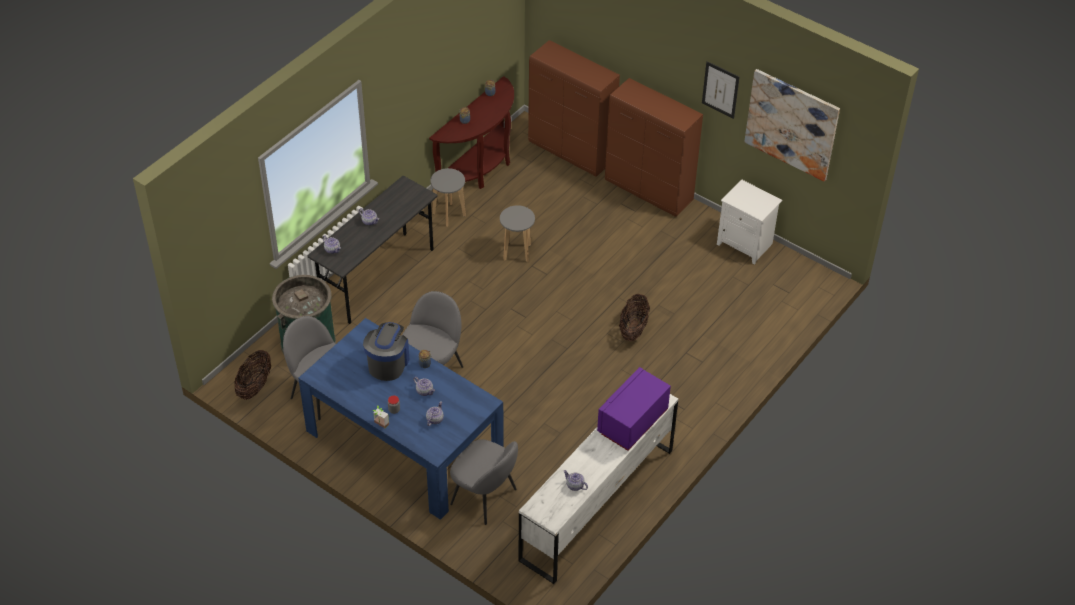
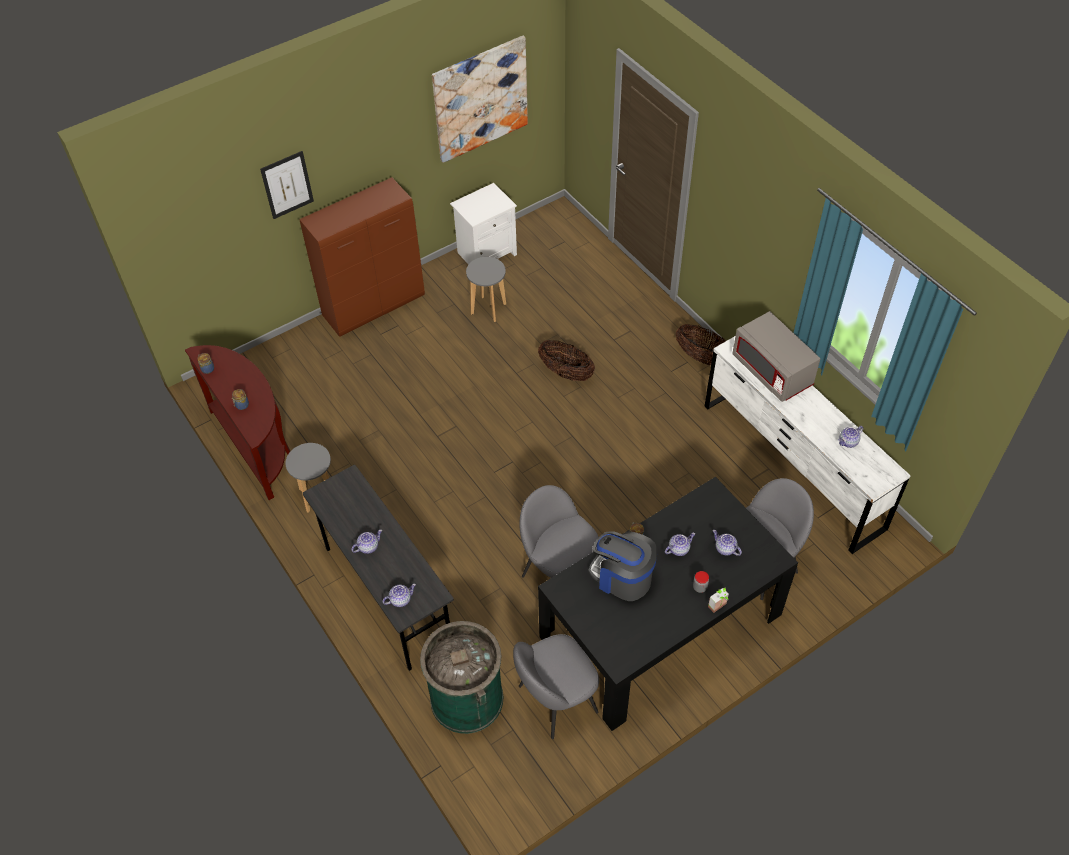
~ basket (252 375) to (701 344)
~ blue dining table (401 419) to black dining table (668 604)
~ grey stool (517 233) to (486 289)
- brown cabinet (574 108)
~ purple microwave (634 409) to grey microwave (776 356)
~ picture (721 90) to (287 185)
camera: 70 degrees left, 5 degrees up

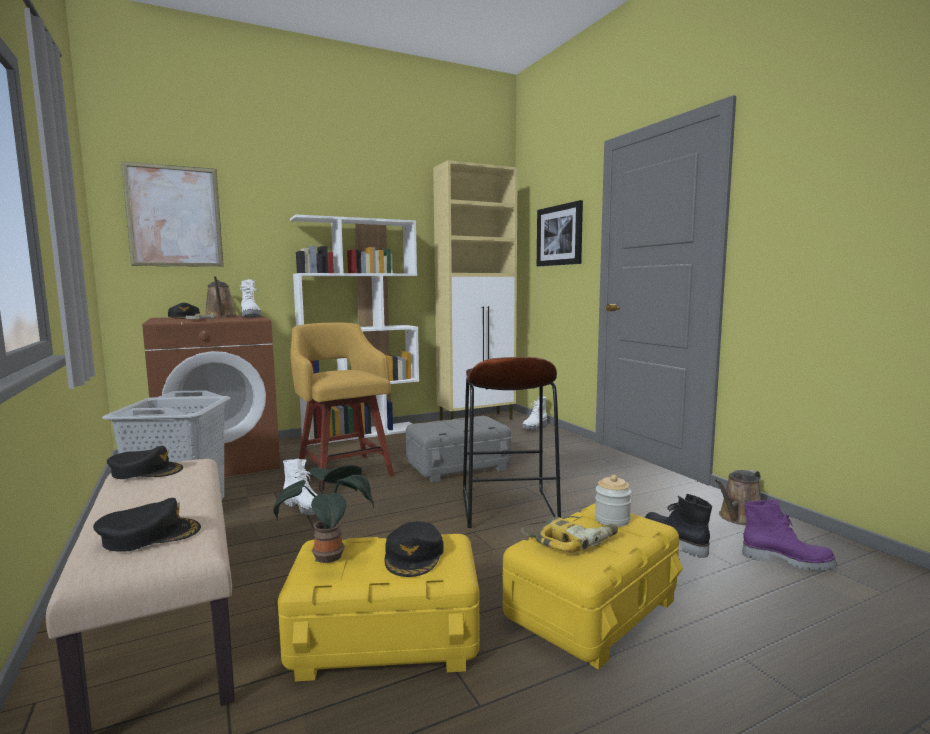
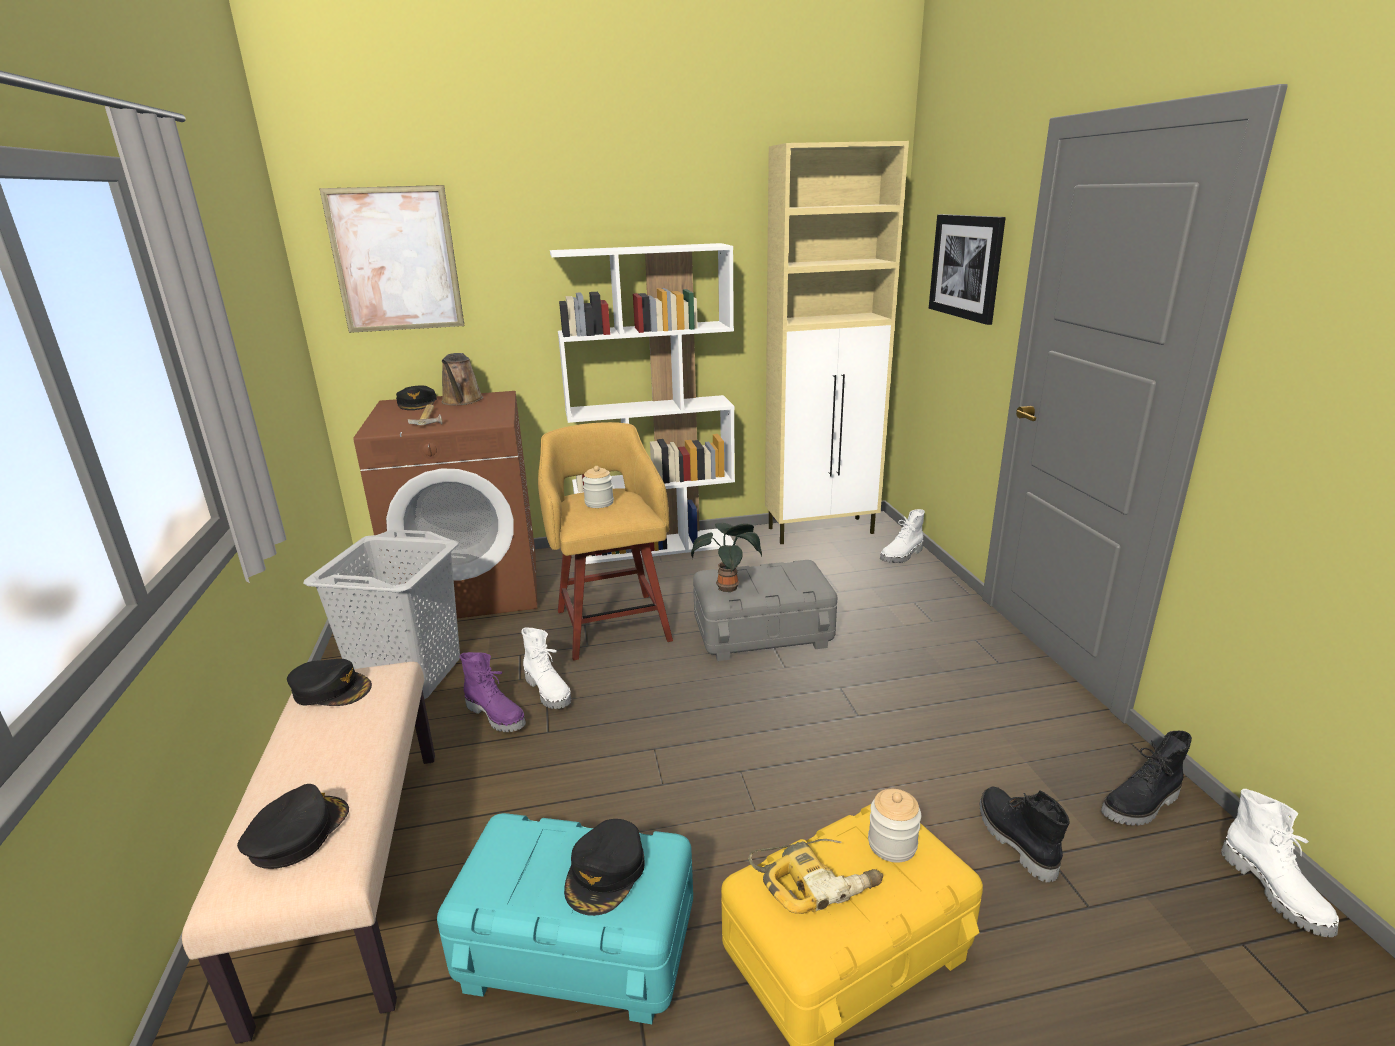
~ black cap (147 525) = (293 826) 60 degrees counterclockwise
~ white boot (250 298) to (1280 863)
~ potted plant (323 513) to (726 557)
~ yellow storage box (379 607) to turquoise storage box (565 918)
- brown stool (512 442)
~ brown watering can (738 497) to black boot (1146 778)
~ purple boot (789 535) to (493 692)
+ jar (598 487)
camera: 15 degrees right, 15 degrees up

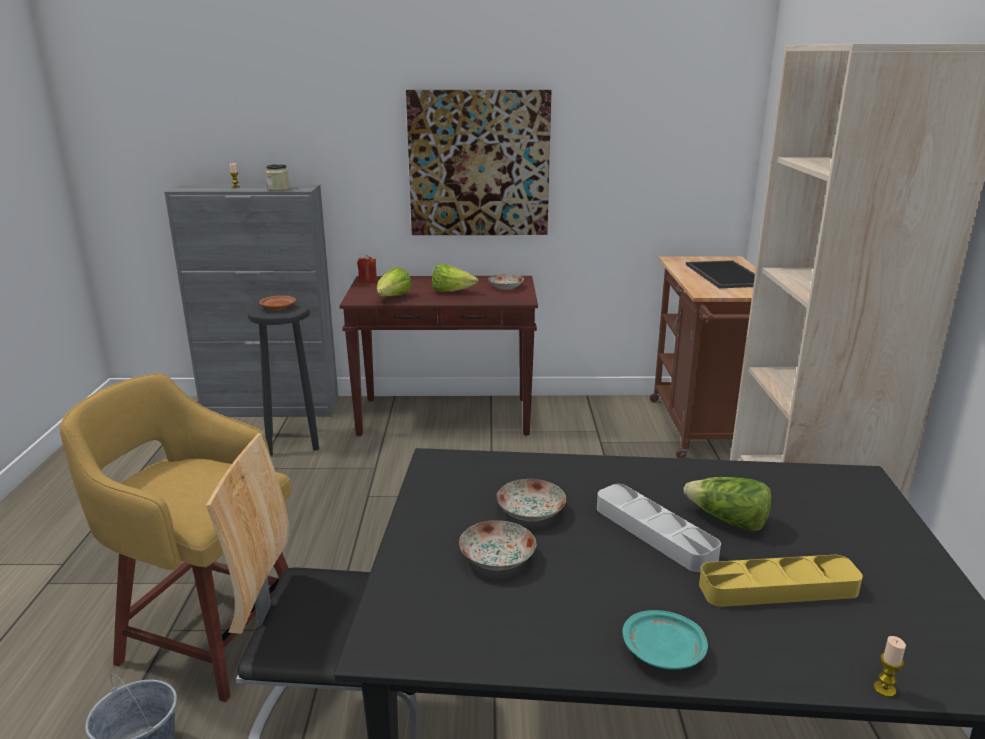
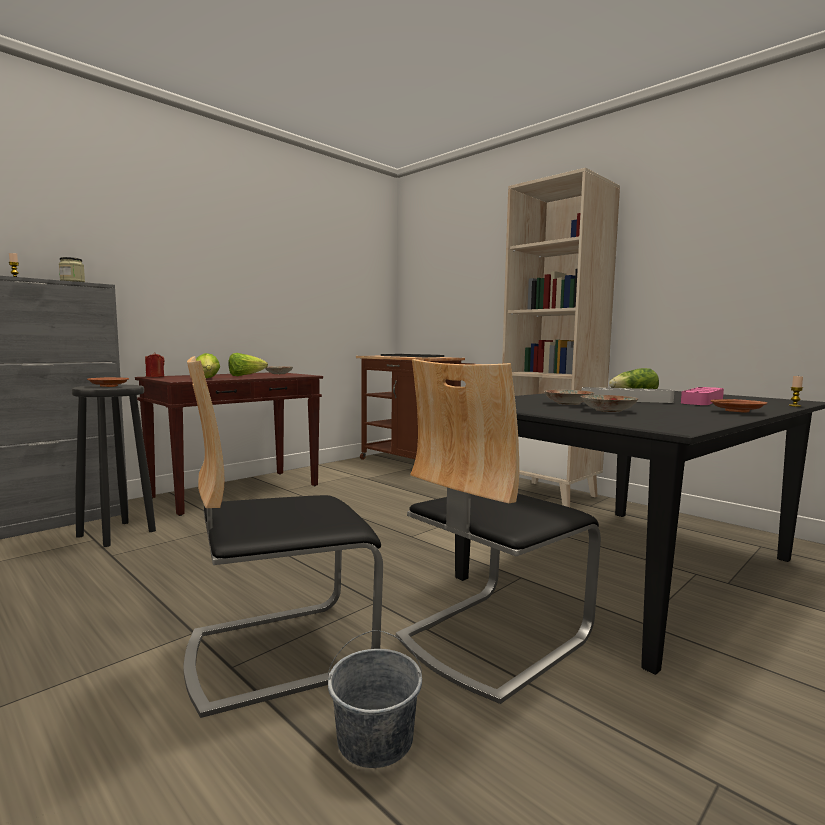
~ yellow stool (175 537) to chair (283 537)
- picture (478 162)
~ turquoise plate (665 639) to brown plate (739 406)
~ yellow tray (781 581) to pink tray (702 396)
camera: 45 degrees left, 15 degrees down

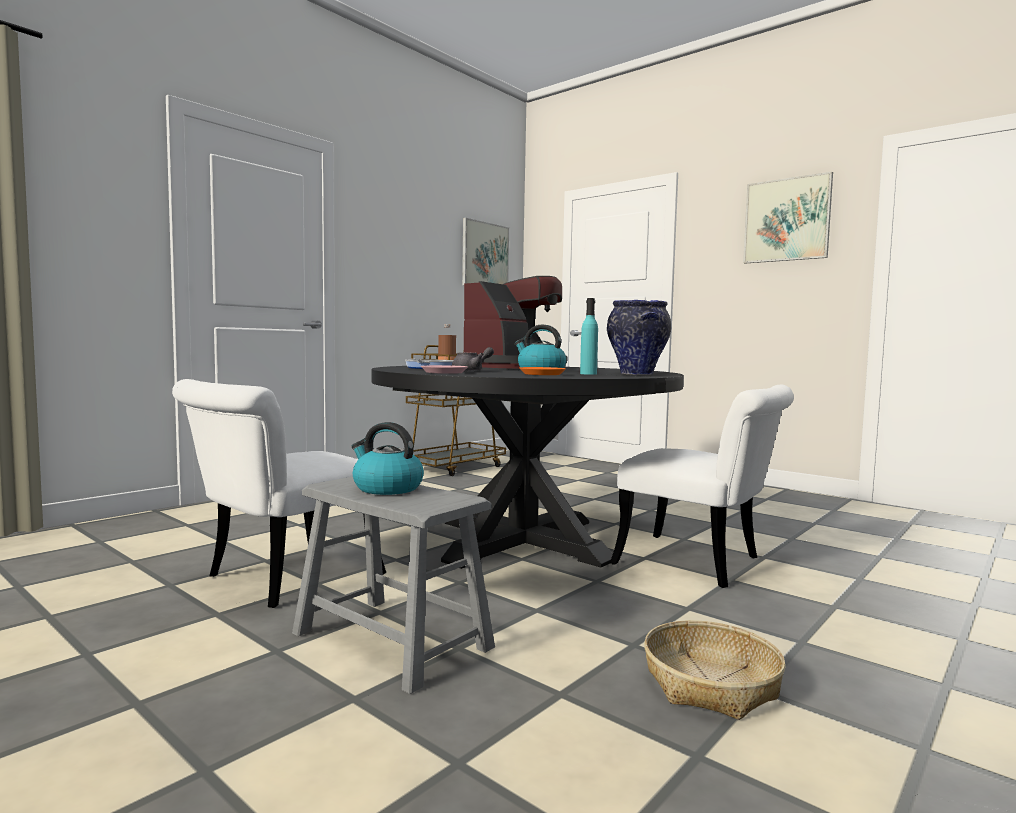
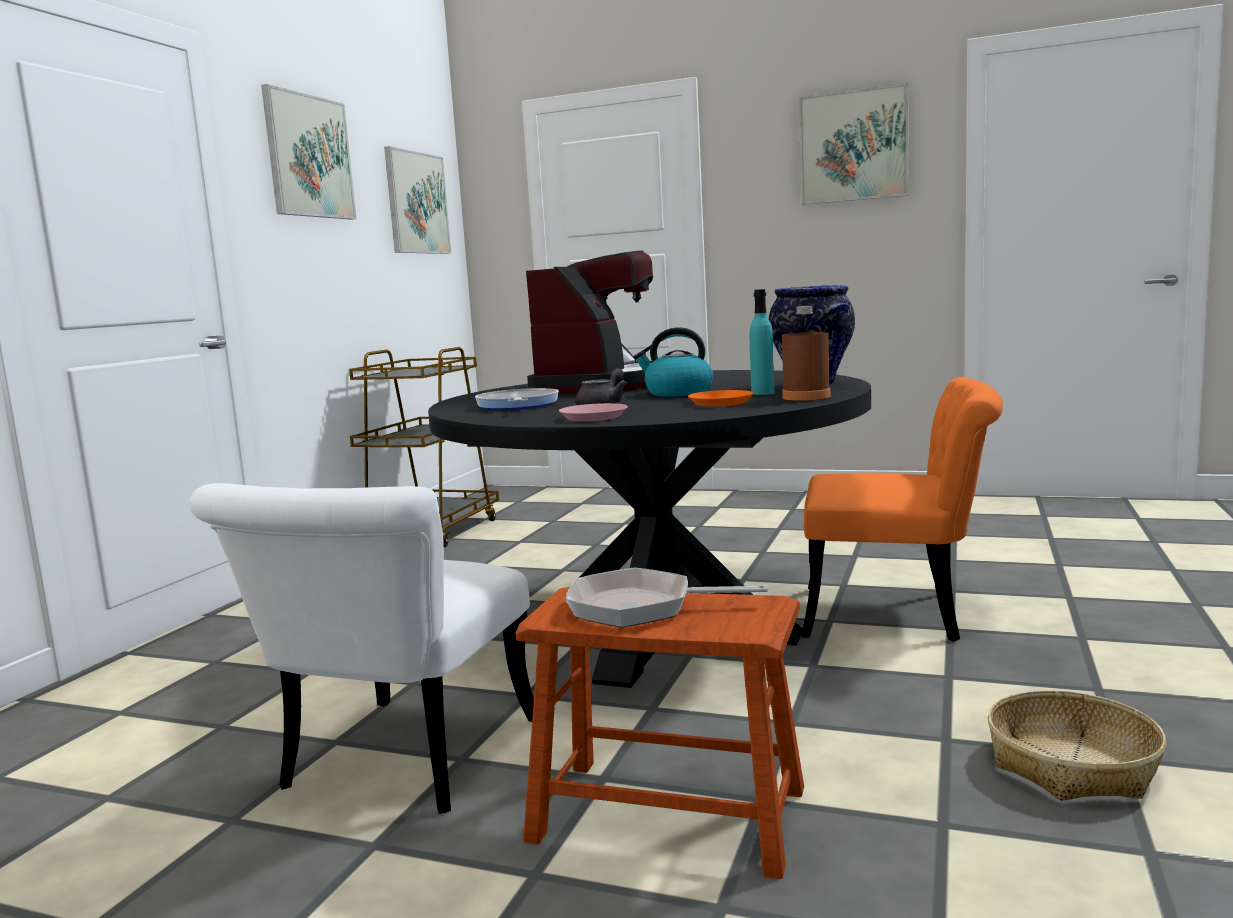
~ grey stool (393 585) to brown stool (659 733)
~ kettle (388 458) to frying pan (667 597)
~ brown bottle (447 342) to (806 353)
~ white chair (702 486) to orange chair (902 509)
+ picture (308 152)
camera: 20 degrees left, 5 degrees up

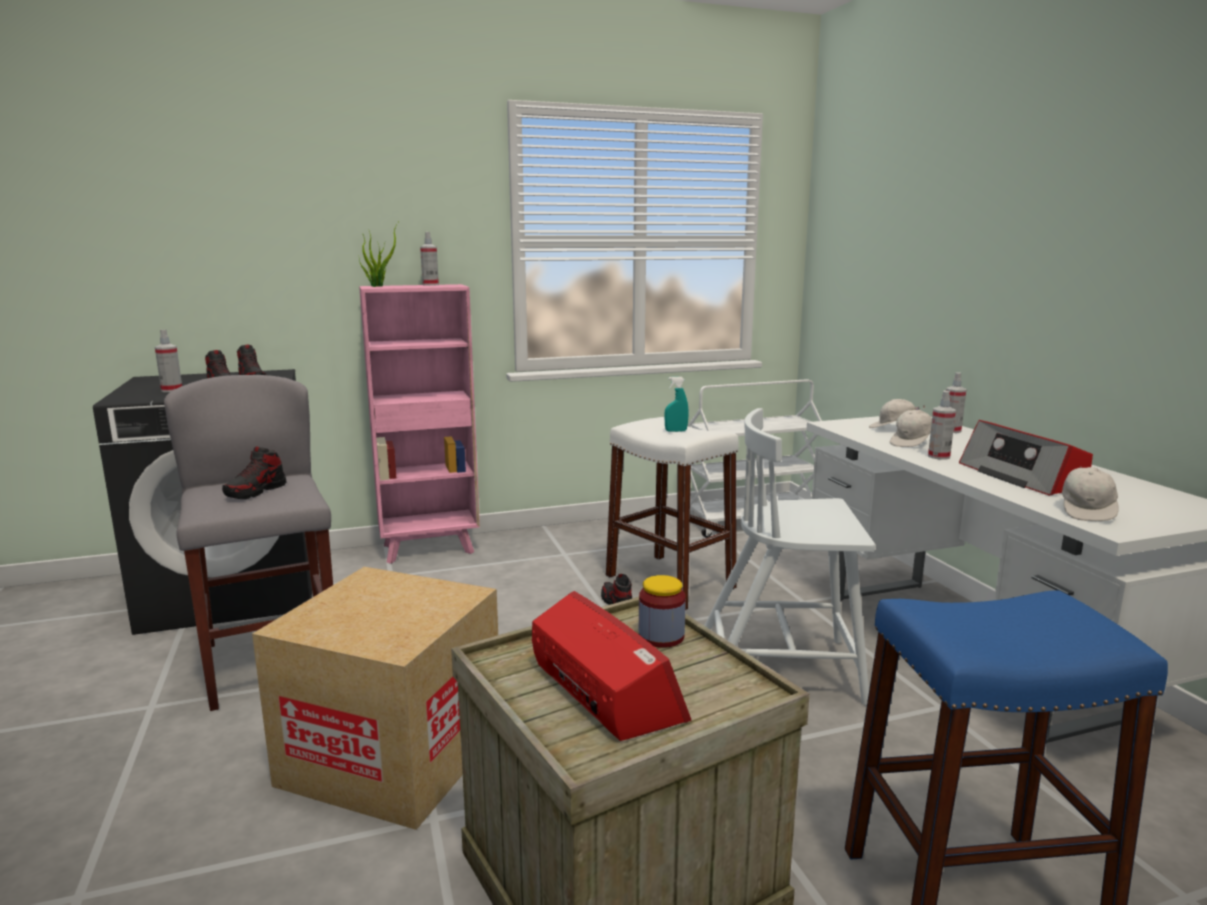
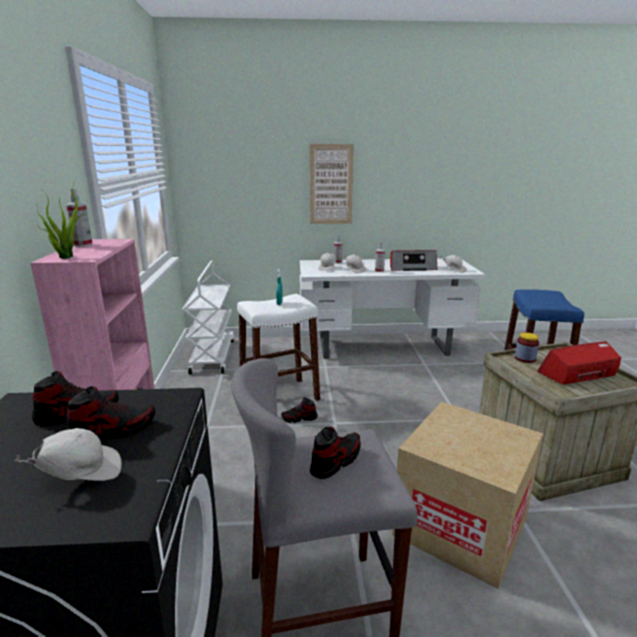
~ spray bottle (168 361) to white cap (68 454)
~ shoe (254 472) = (335 452) 90 degrees counterclockwise
- white chair (789 557)
+ picture (332 184)
camera: 75 degrees left, 5 degrees up

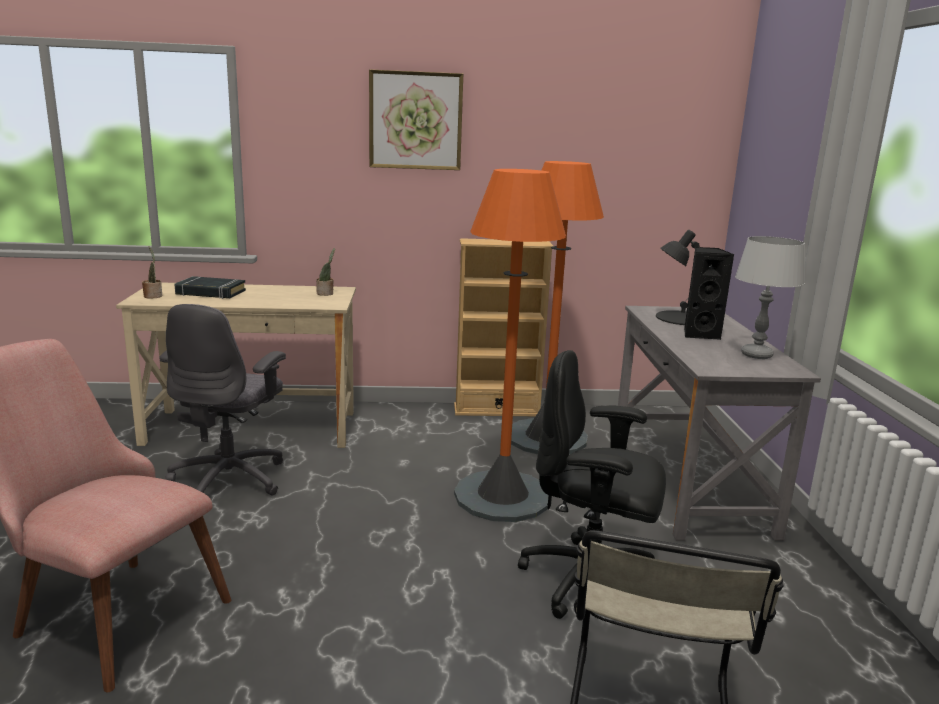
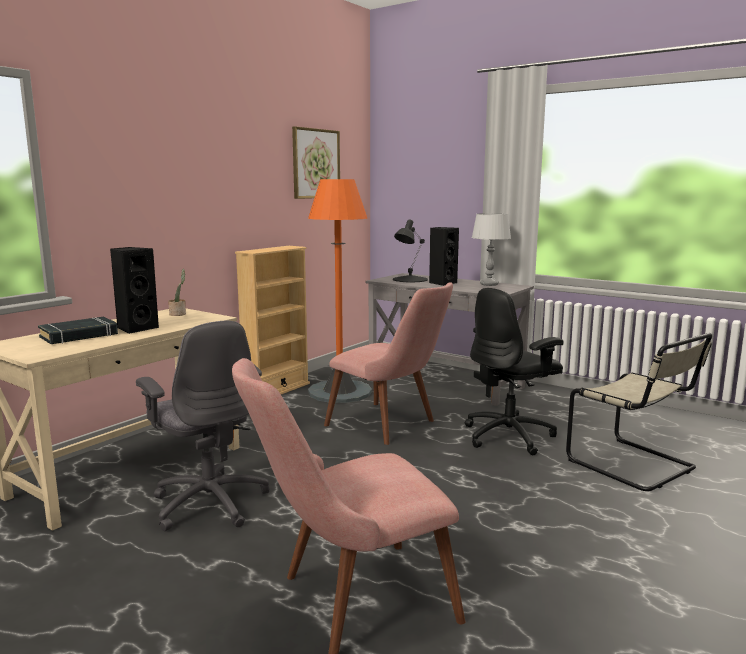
- potted plant (152 272)
~ picture (416 119) to (316 162)
~ orange floor lamp (510 345) to pink chair (388 363)
+ black speaker (134 290)
camera: 50 degrees left, 5 degrees down

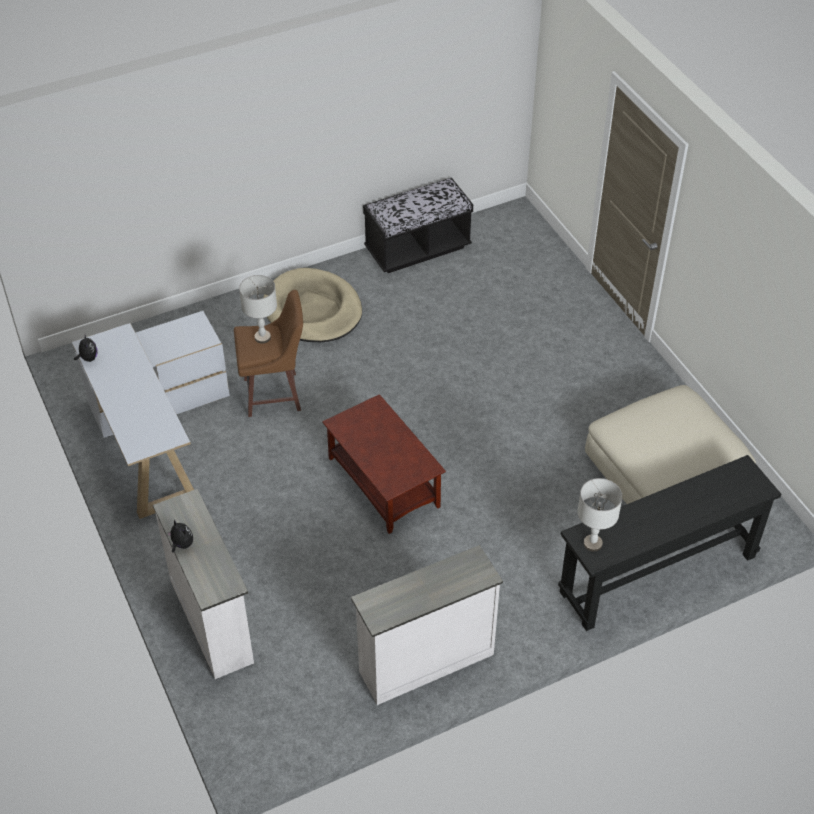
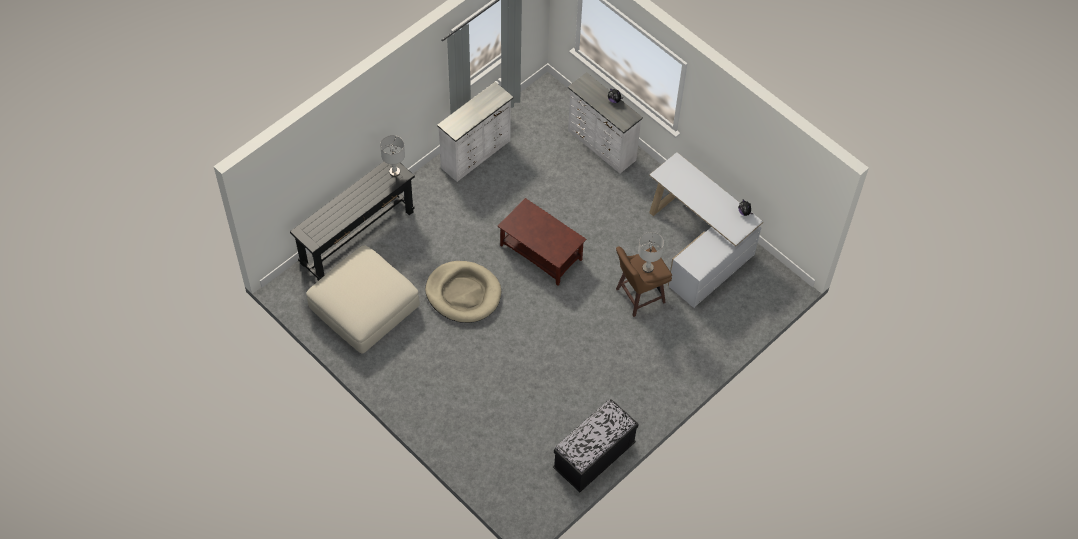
~ beige dog bed (312 305) to (463 292)
camera: 160 degrees right, 10 degrees up

